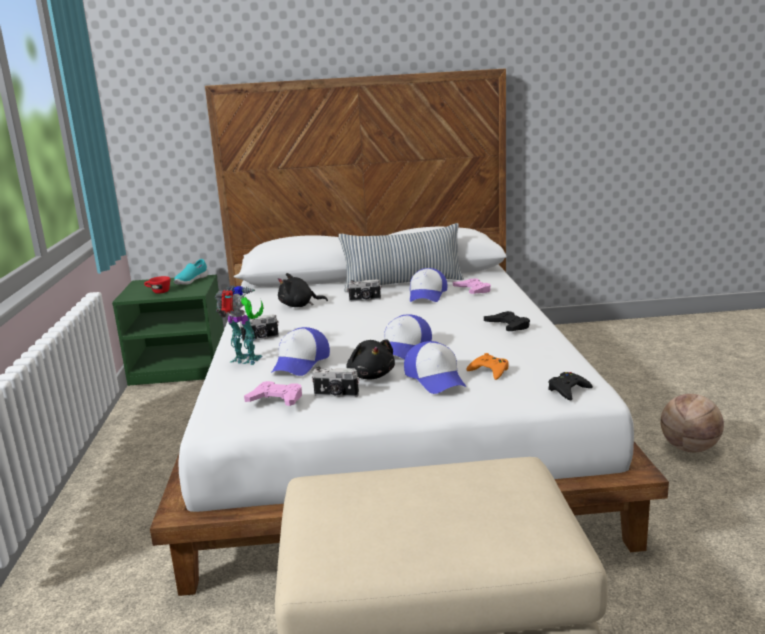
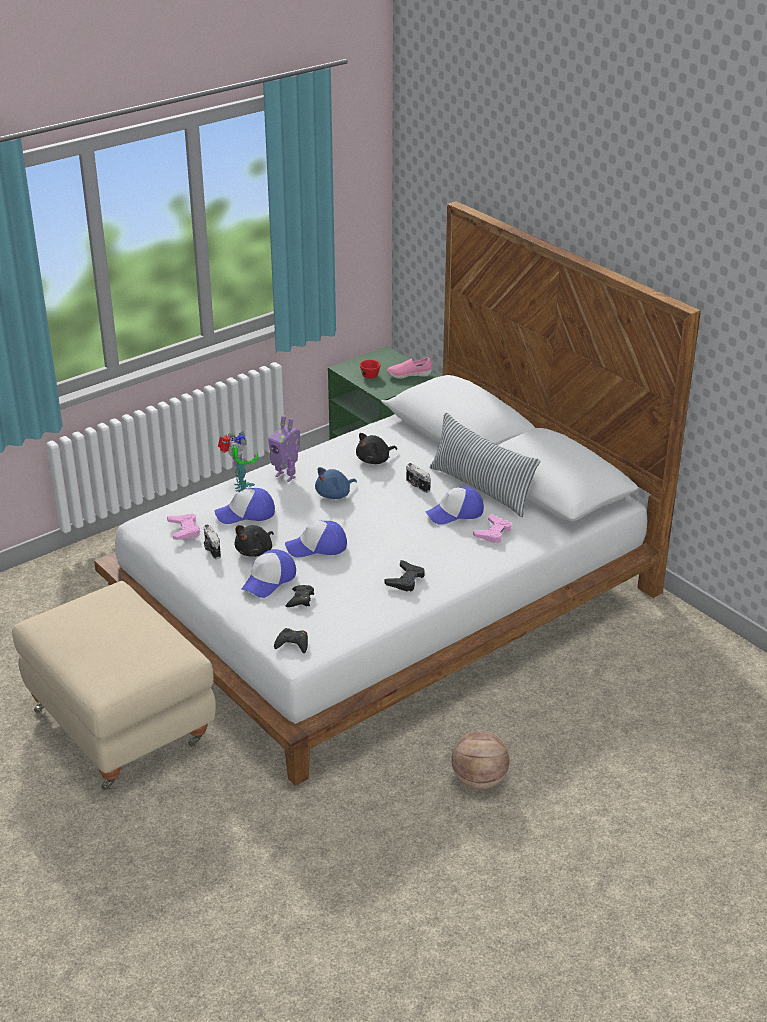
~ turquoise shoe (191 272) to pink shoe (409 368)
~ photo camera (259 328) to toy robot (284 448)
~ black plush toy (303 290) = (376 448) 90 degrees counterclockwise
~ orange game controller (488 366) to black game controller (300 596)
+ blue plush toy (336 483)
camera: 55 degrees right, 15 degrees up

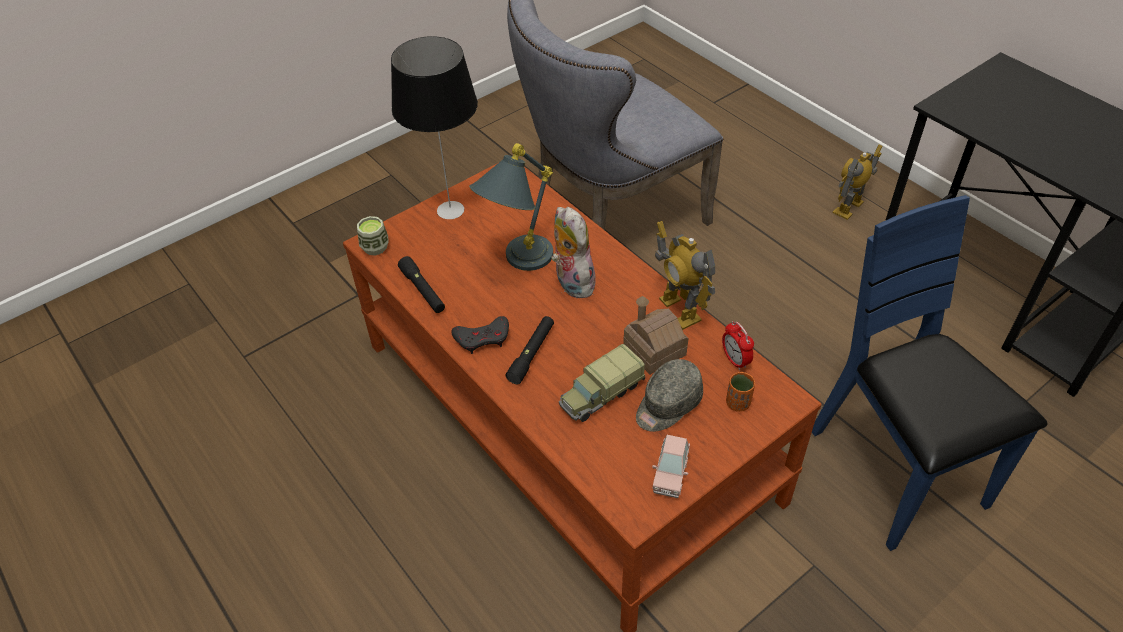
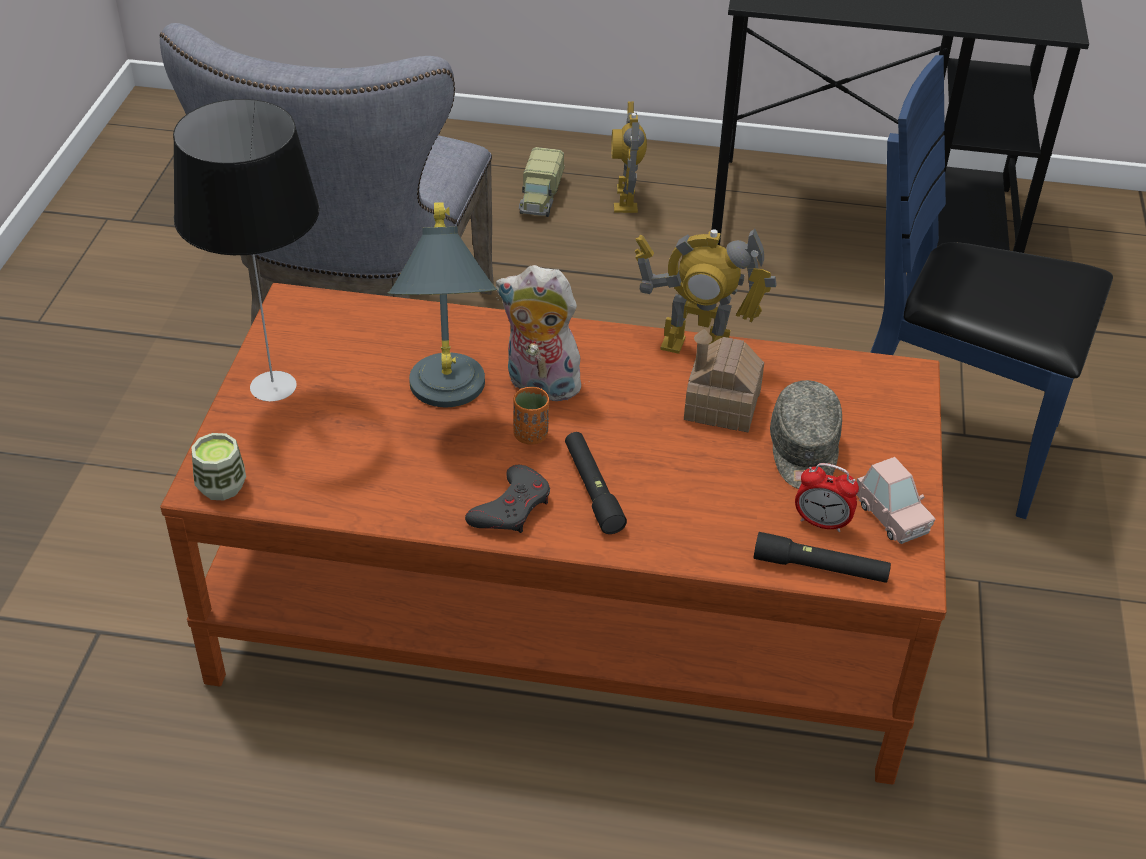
~ black flashlight (421 284) to (822 557)
~ toy truck (602 383) to (542 182)
~ alarm clock (738 346) to (827 497)
~ orange cup (740 392) to (531 416)
camera: 45 degrees left, 5 degrees down

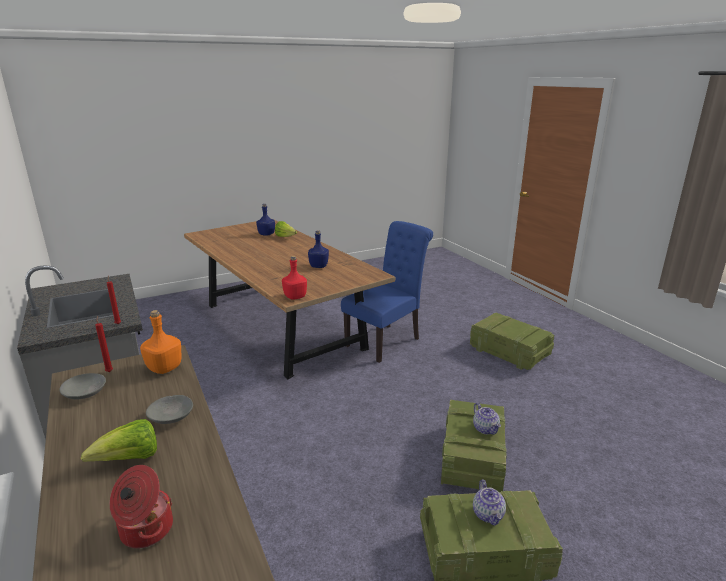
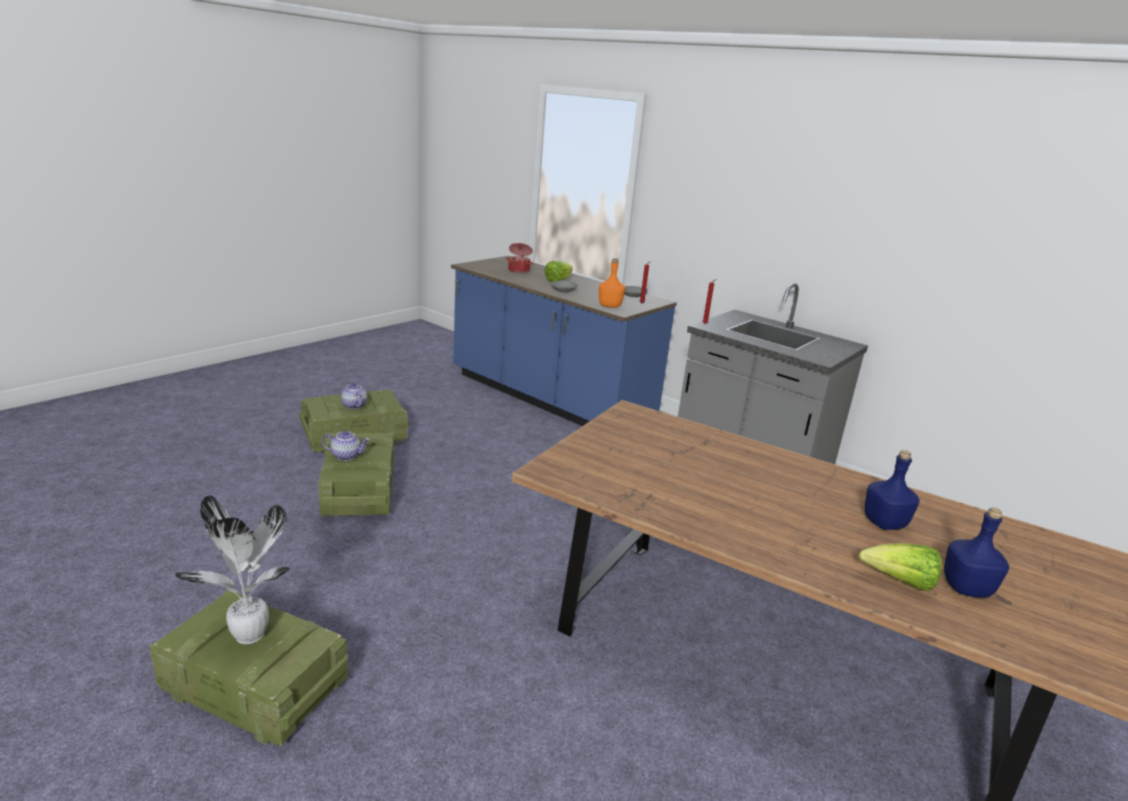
- red bottle (294 278)
~ blue bottle (318 249) to (892 490)
- blue chair (387 292)
~ teapot (487 419) = (345 445) 135 degrees clockwise
+ potted plant (232 569)
camera: 155 degrees right, 0 degrees up

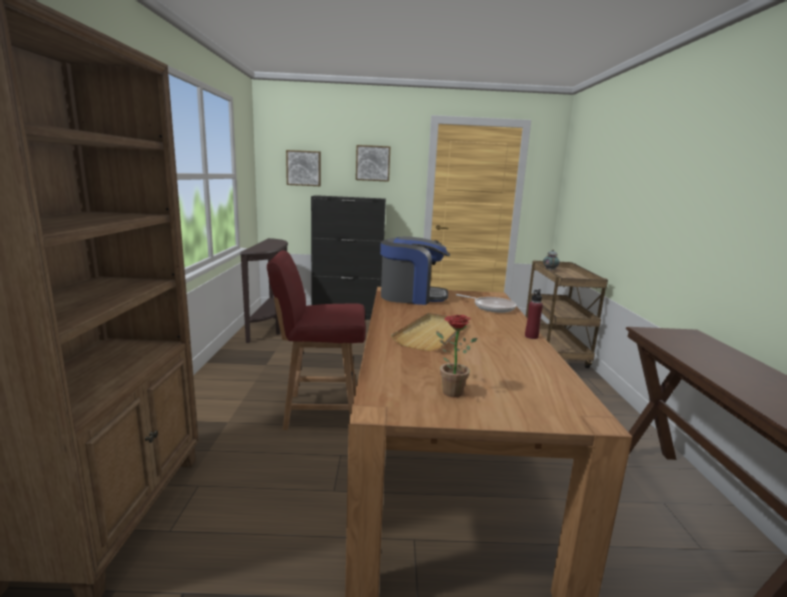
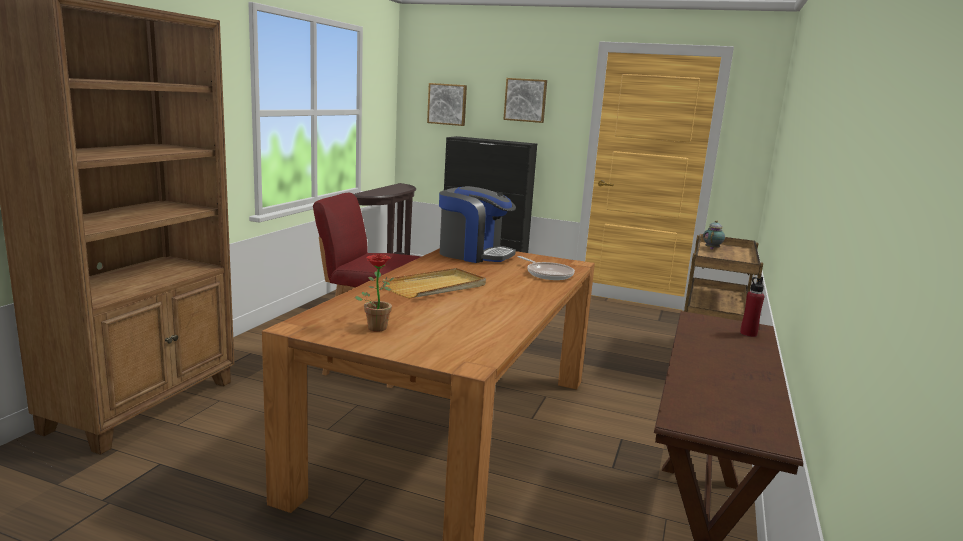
~ red bottle (534 314) to (752 307)
camera: 20 degrees right, 0 degrees up

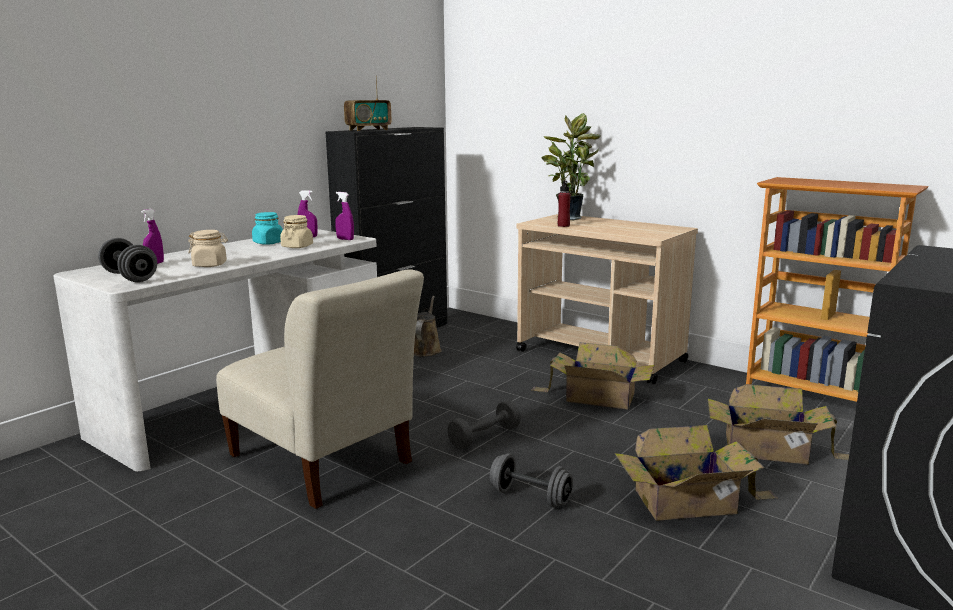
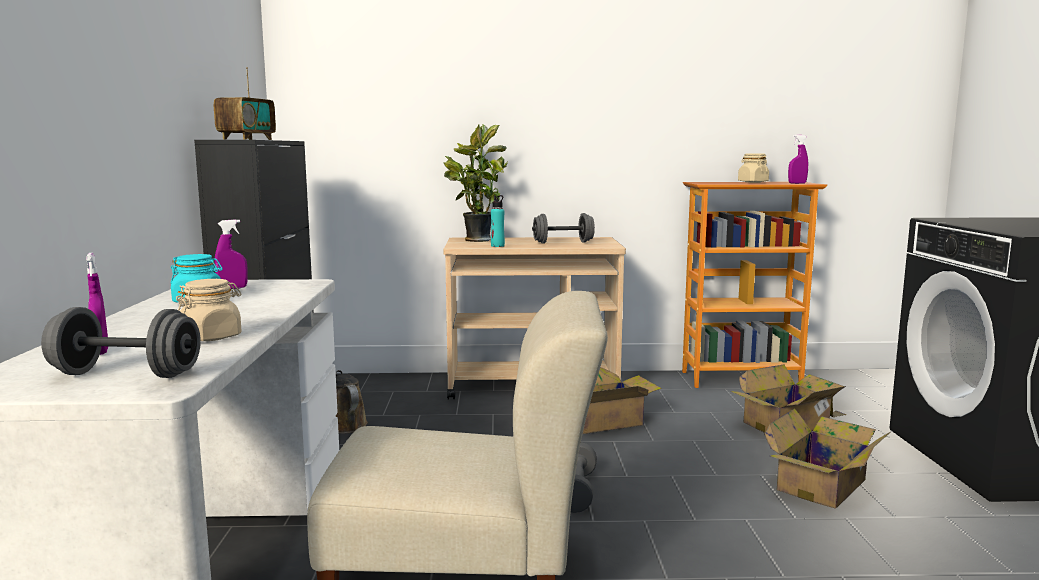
~ beige jar (296 231) to (753 168)
~ purple spray bottle (344 216) to (798 159)
~ grey dumbbell (531 480) to (563 228)
~ red bottle (564 203) to turquoise bottle (498 221)
camera: 40 degrees left, 5 degrees down

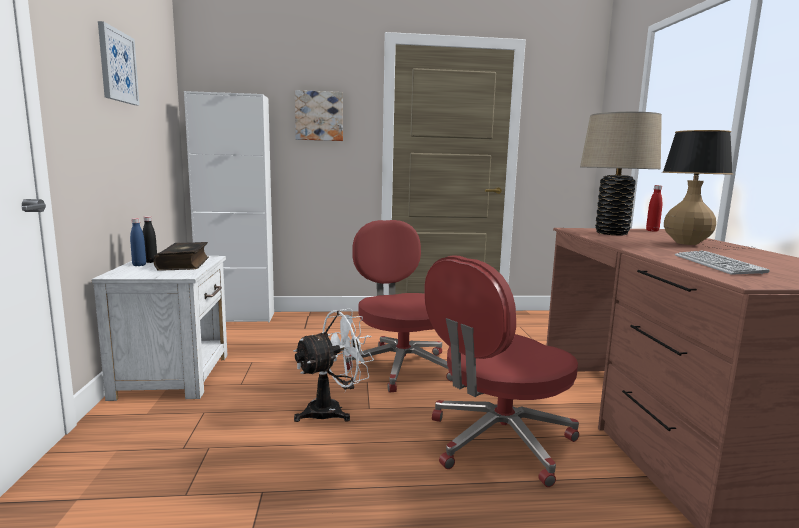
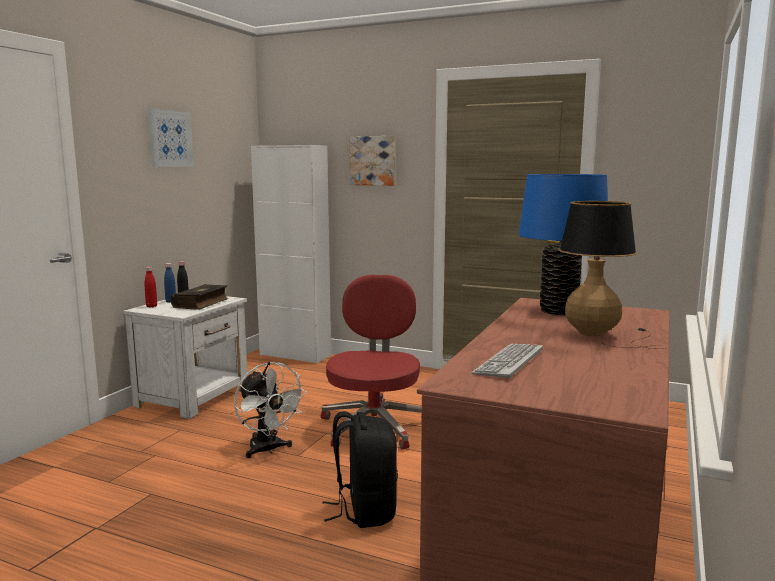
~ white fan (334 365) = (270 410) 60 degrees clockwise
~ red office chair (502 371) to black backpack (360 469)
~ beige table lamp (621 173) to blue table lamp (563 244)
~ red bottle (654 208) to (151 287)
camera: 30 degrees right, 0 degrees up

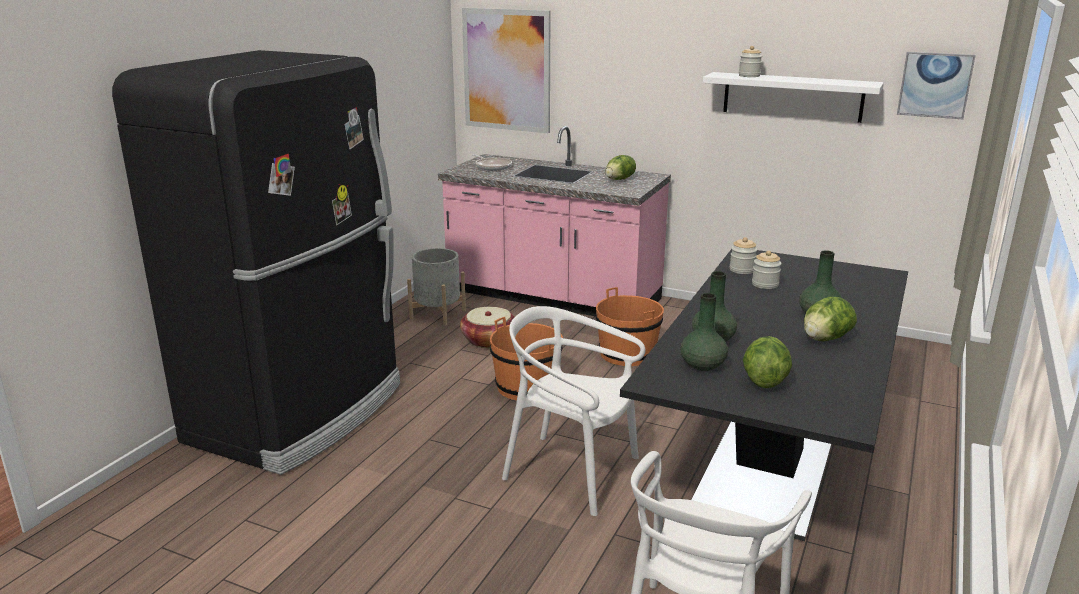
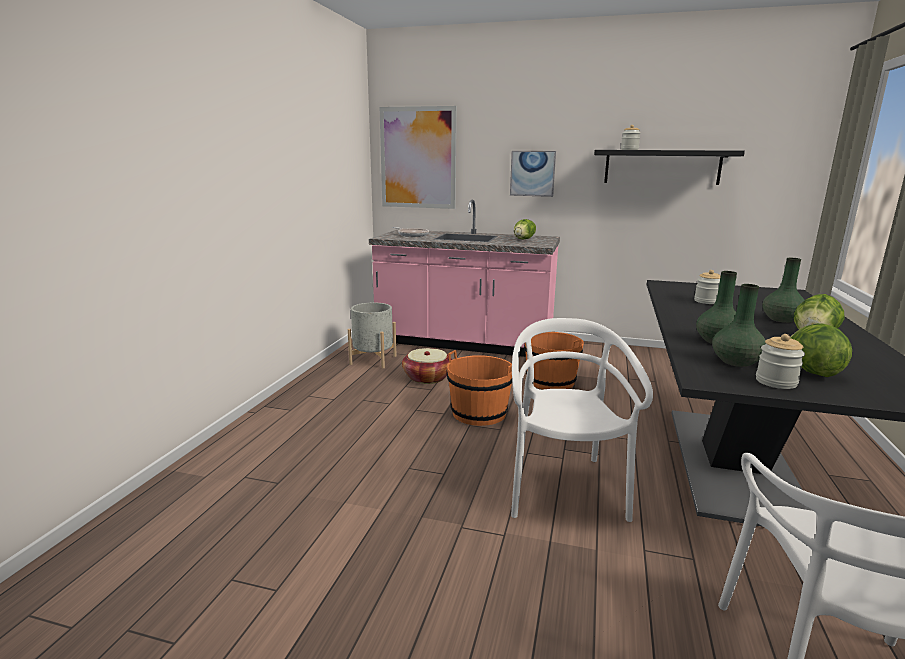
- black fridge (256 262)
~ white chair (573 411) = (582 420) 75 degrees clockwise
~ white shelf (793 97) to black shelf (669 167)
~ jar (743 255) to (780 361)
~ picture (936 85) to (533 174)
camera: 10 degrees left, 5 degrees down

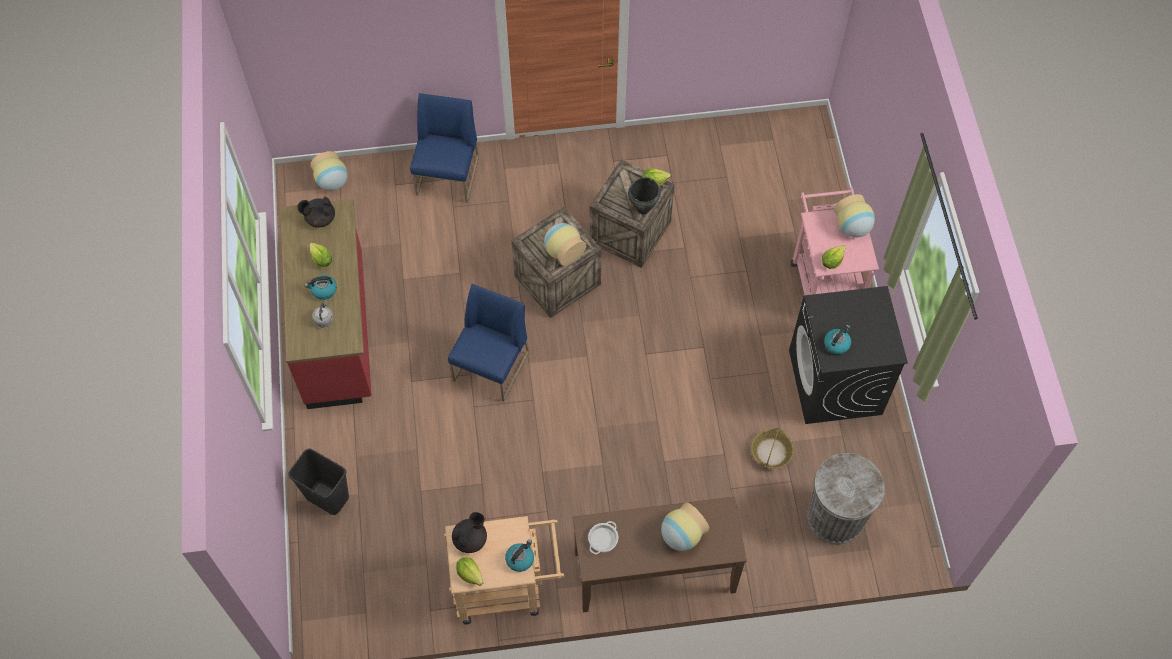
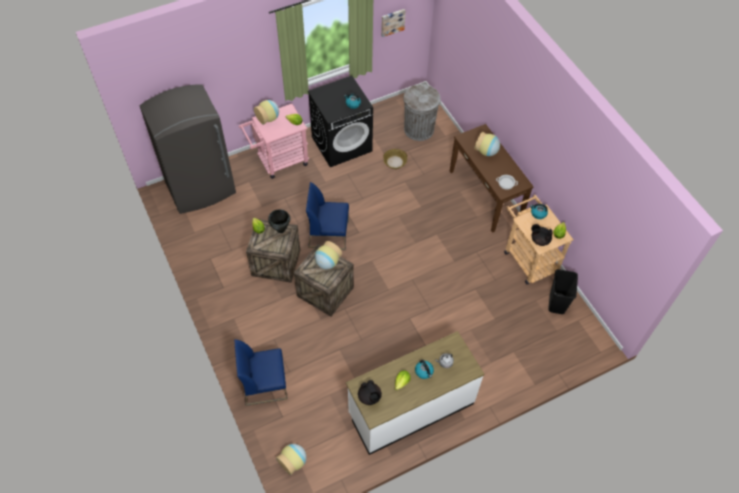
~ red counter (326 304) to white counter (415 393)
~ black trash can (318 482) to (563 291)
~ blue chair (488 343) to (327 216)
+ grey fridge (188 149)
+ picture (393 23)
camera: 110 degrees left, 5 degrees down

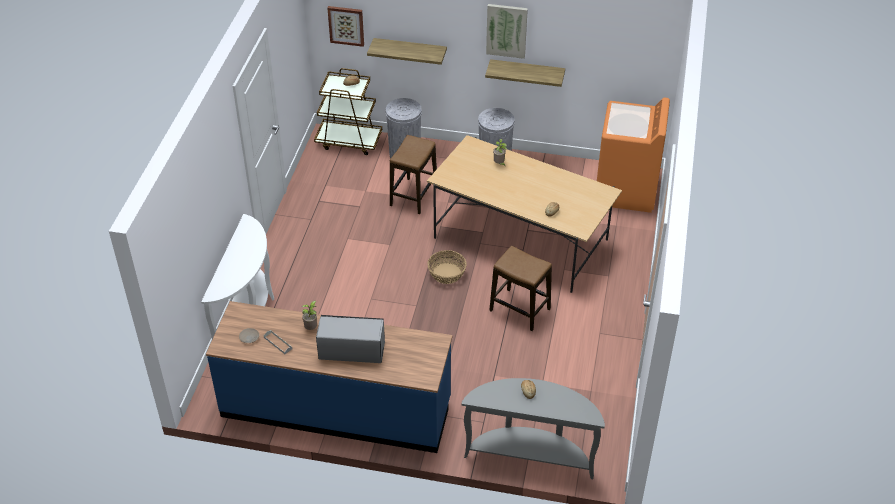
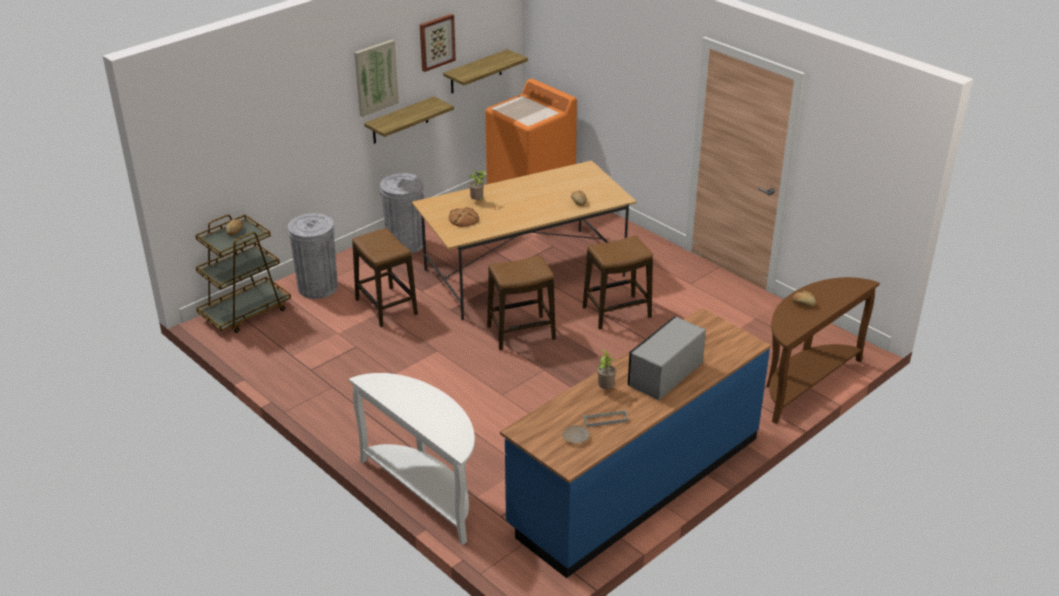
~ picture (345 26) to (438 43)
~ shelf (407 51) to (485 71)
~ basket (447 267) to stool (521 302)
~ grey console table (533 428) to brown console table (823 350)
+ bread (464 217)
camera: 55 degrees left, 10 degrees down

